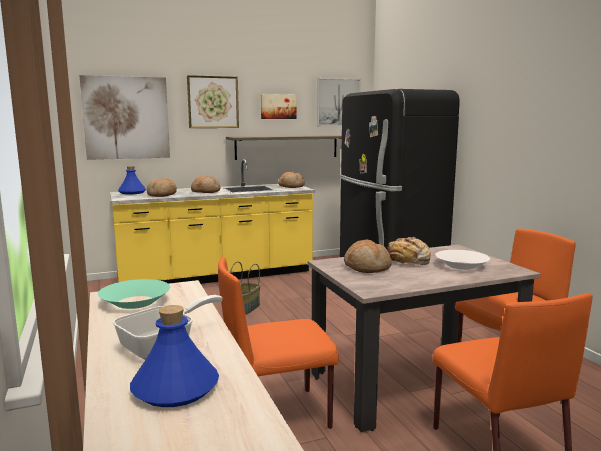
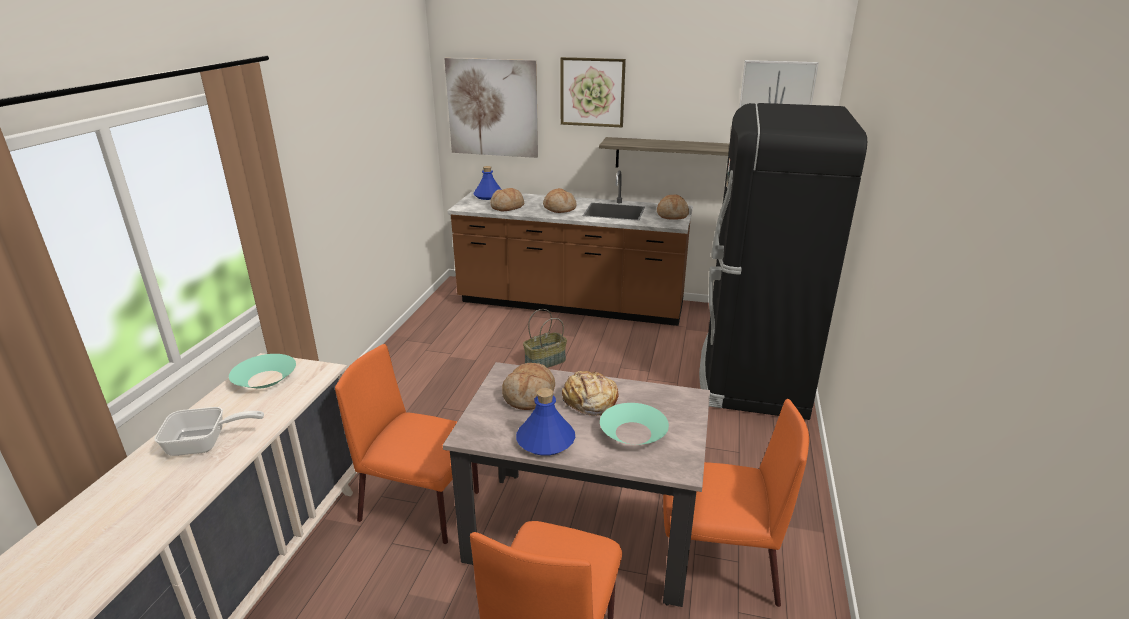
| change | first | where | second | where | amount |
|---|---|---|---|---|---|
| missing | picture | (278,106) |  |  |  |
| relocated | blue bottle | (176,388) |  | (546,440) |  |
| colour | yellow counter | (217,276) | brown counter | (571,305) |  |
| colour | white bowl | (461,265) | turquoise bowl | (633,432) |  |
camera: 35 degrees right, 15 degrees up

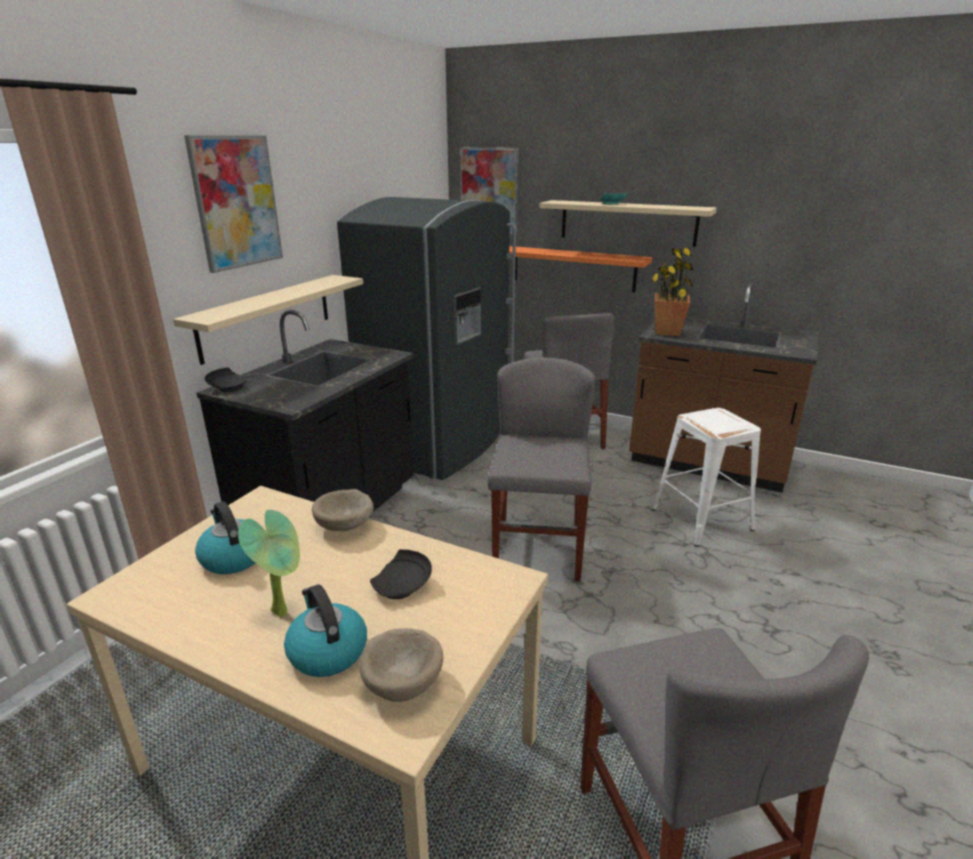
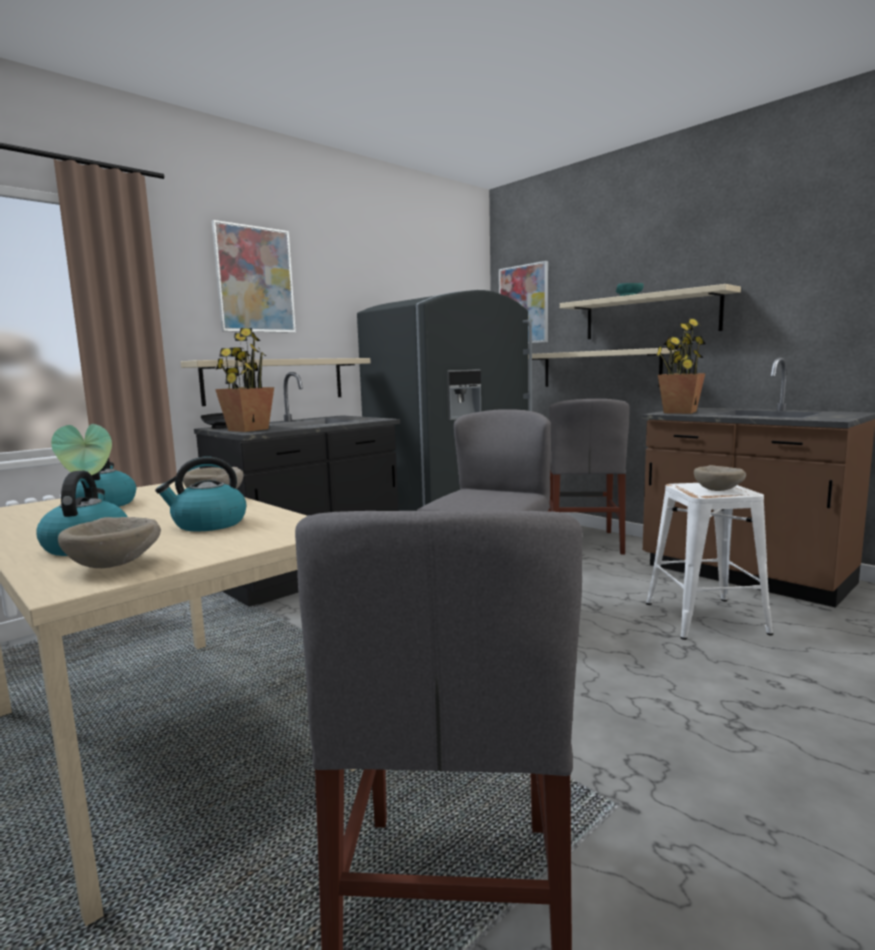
| change | first | where | second | where | amount |
|---|---|---|---|---|---|
| appeared |  |  | potted plant | (248,430) |  |
| appeared |  |  | beige bowl | (719,490) |  |
| exchanged | black plate | (403,586) | kettle | (208,524) |  |
| colour | orange shelf | (573,268) | beige shelf | (599,369) |  |
camera: 20 degrees right, 15 degrees down

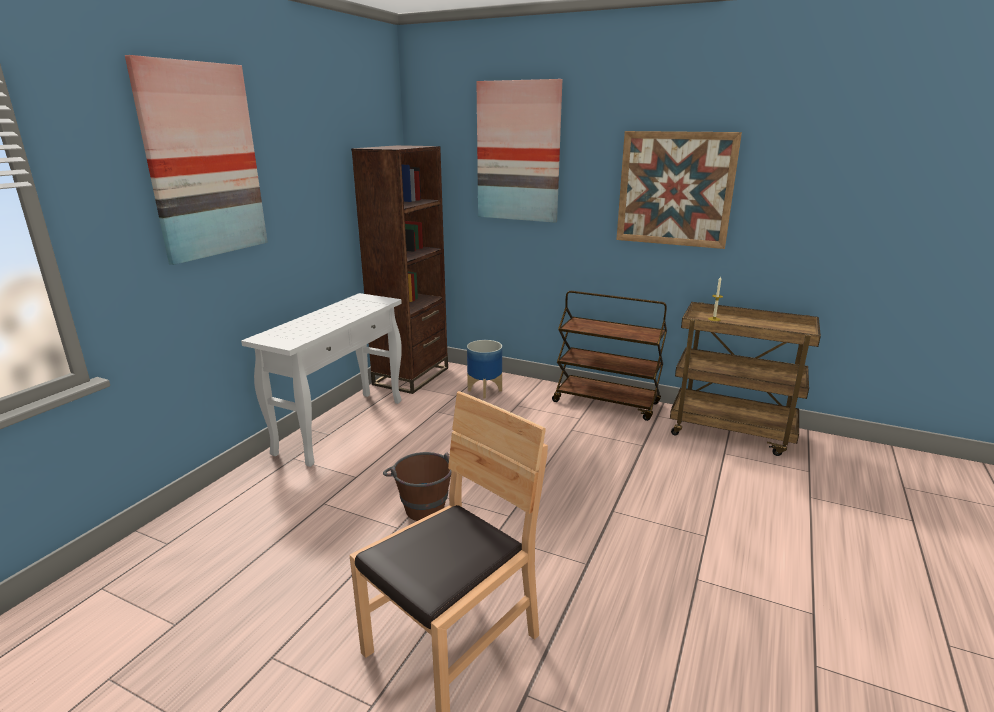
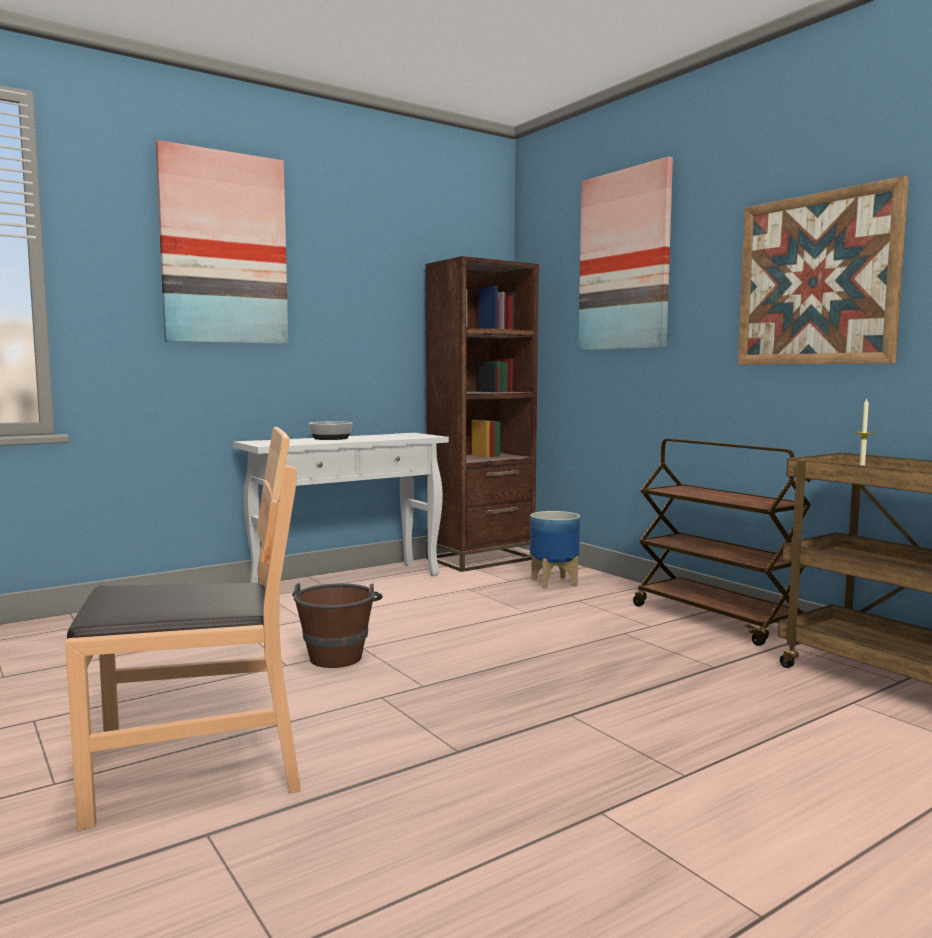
| change | first | where | second | where | amount |
|---|---|---|---|---|---|
| appeared |  |  | bowl | (331,438) |  |
camera: 30 degrees right, 15 degrees down

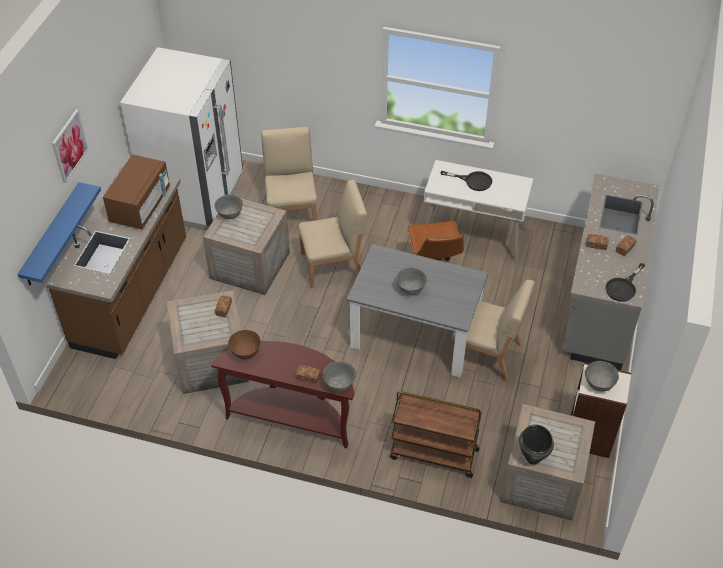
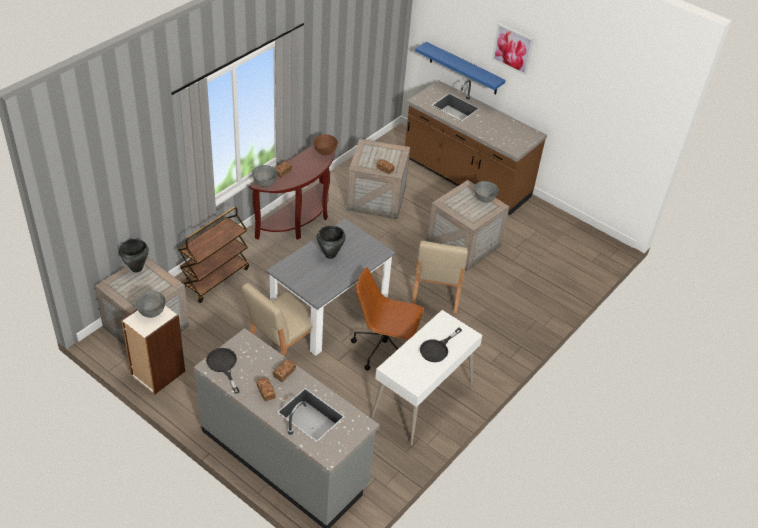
| change | first | where | second | where | amount |
|---|---|---|---|---|---|
| missing | brown microwave | (140,206) |  |  |  |
| missing | white fridge | (195,196) |  |  |  |
| missing | beige chair | (292,211) |  |  |  |
| exchanged | grey bowl | (410,289) | black cooking pot | (330,255) |  |
camera: 110 degrees right, 5 degrees down

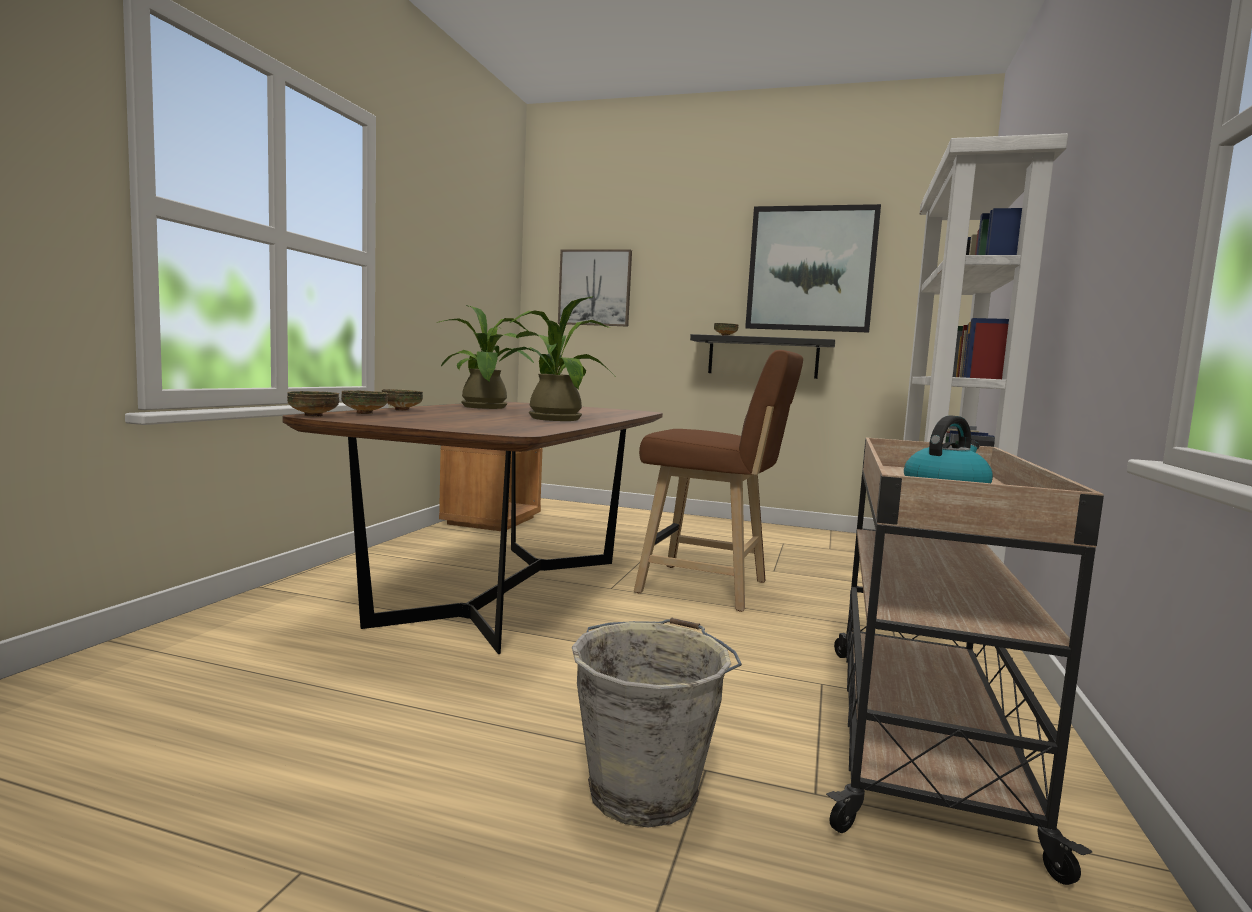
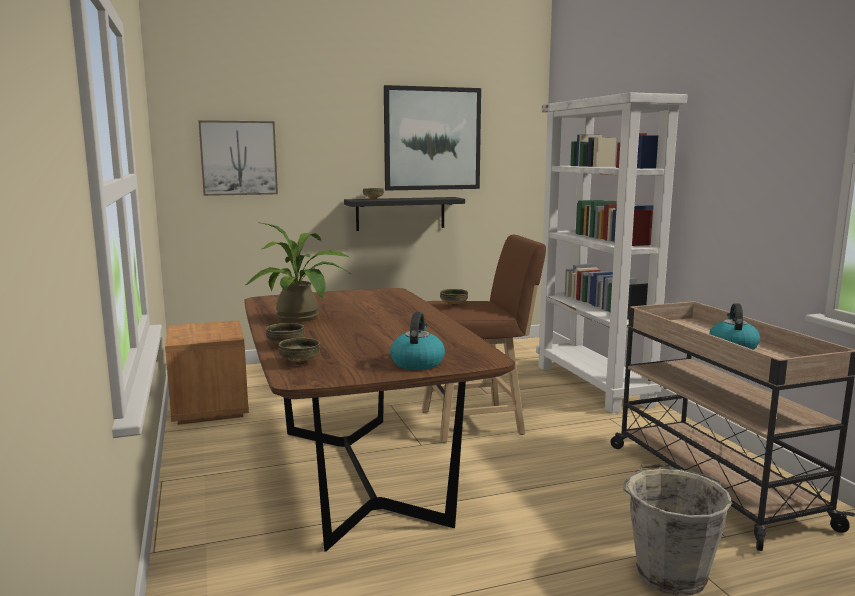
| change | first | where | second | where | amount |
|---|---|---|---|---|---|
| missing | potted plant | (552,418) |  |  |  |
| appeared |  |  | kettle | (417,363) |  |
| relocated | bowl | (314,416) |  | (454,305) |  |
camera: 35 degrees left, 5 degrees up

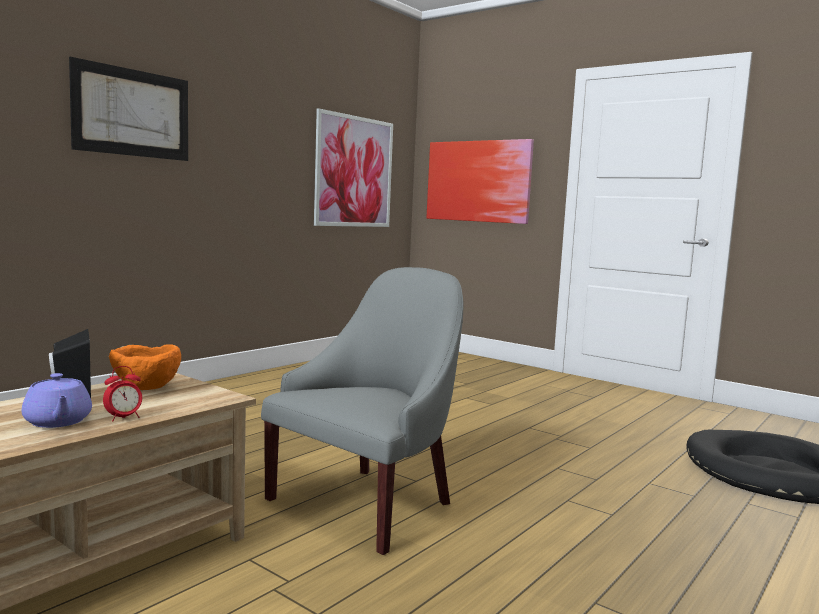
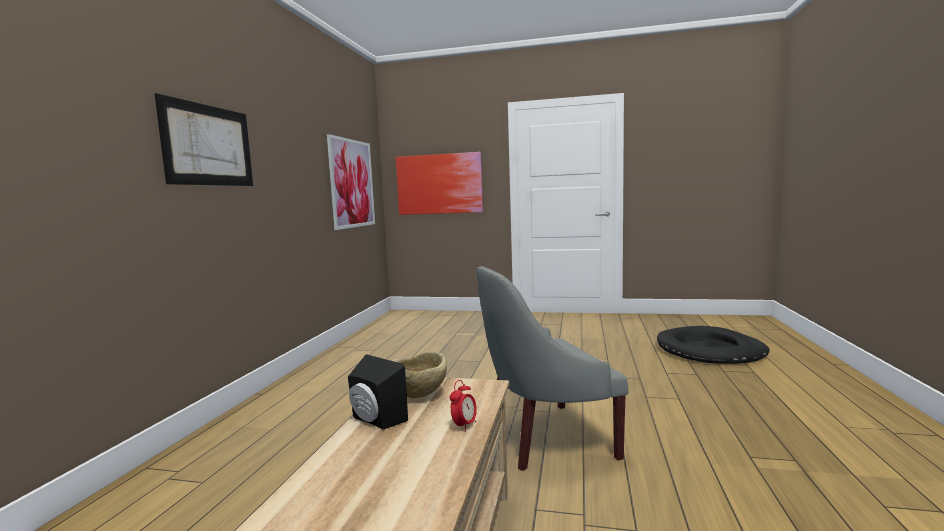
| change | first | where | second | where | amount |
|---|---|---|---|---|---|
| missing | purple teapot | (58,422) |  |  |  |
| colour | orange bowl | (146,390) | beige bowl | (419,396) |  |
| spun | grey armchair | (367,503) |  | (545,438) | 120 degrees counterclockwise |
camera: 25 degrees left, 0 degrees up

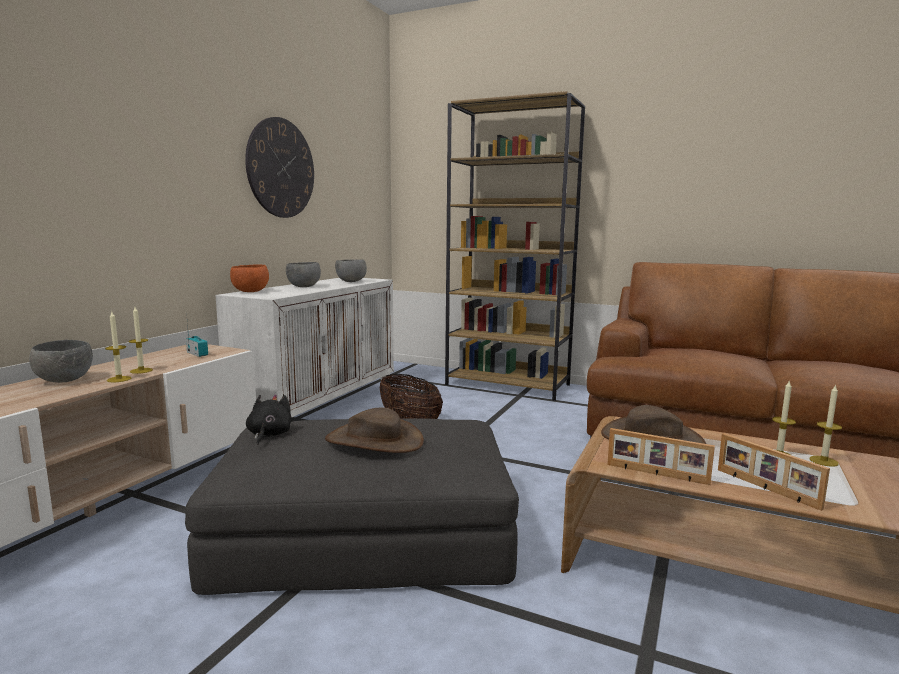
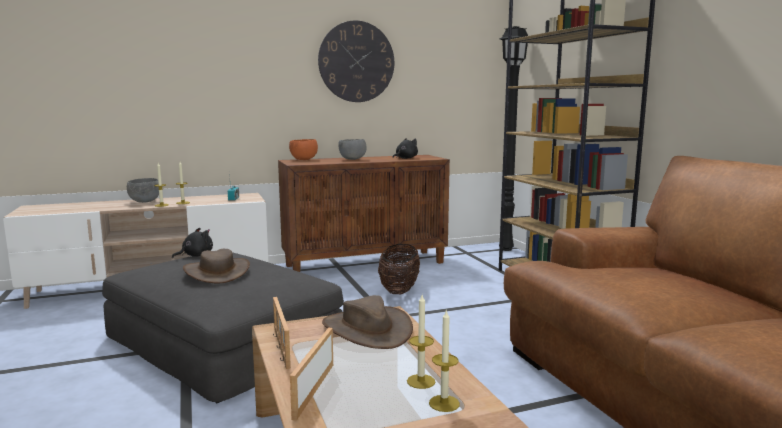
| change | first | where | second | where | amount |
|---|---|---|---|---|---|
| appeared |  |  | black floor lamp | (507,249) |  |
| exchanged | grey bowl | (350,281) | black plush toy | (405,158) |  |
| colour | white cabinet | (319,409) | brown cabinet | (366,264) |  |
camera: 45 degrees right, 0 degrees up

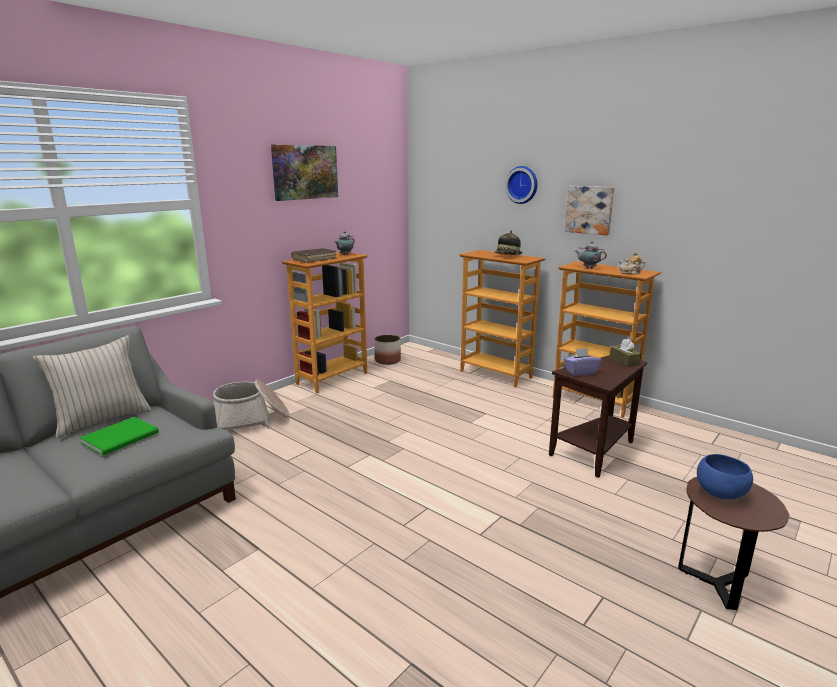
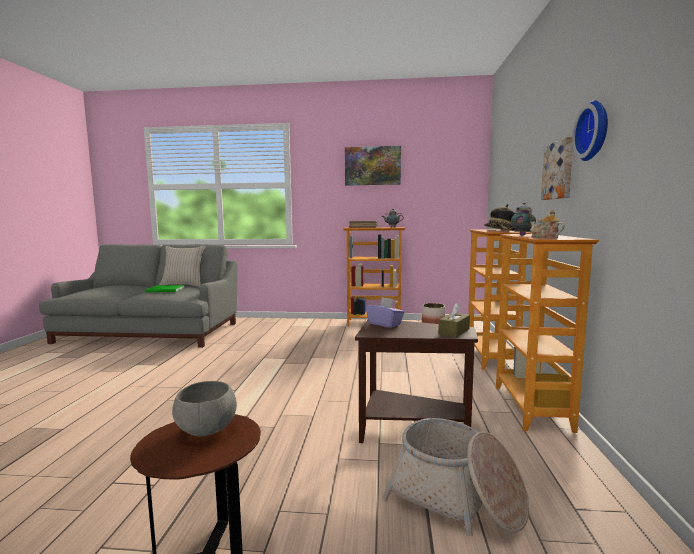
| change | first | where | second | where | amount |
|---|---|---|---|---|---|
| relocated | basket | (251,420) |  | (457,497) |  |
| relocated | wall clock | (522,185) |  | (595,131) |  |
| colour | blue bowl | (720,493) | grey bowl | (207,430) |  |
camera: 55 degrees right, 10 degrees down

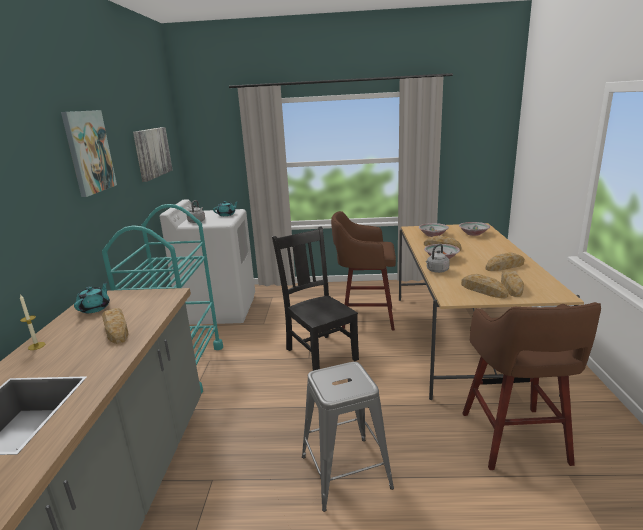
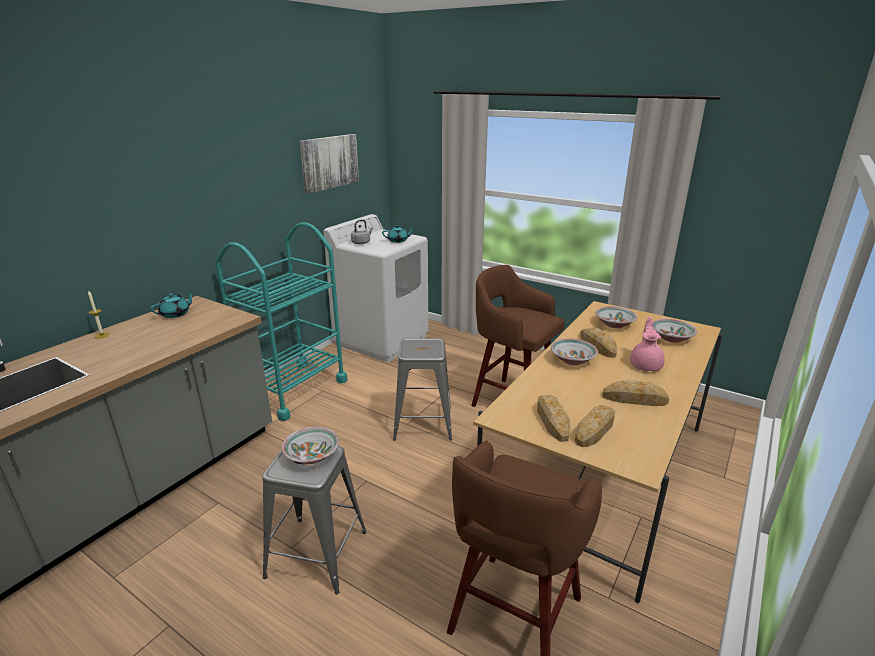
| change | first | where | second | where | amount |
|---|---|---|---|---|---|
| missing | picture | (88,152) |  |  |  |
| missing | bread | (116,330) |  |  |  |
| missing | grey kettle | (436,271) |  |  |  |
| appeared |  |  | bowl | (312,456) |  |
| appeared |  |  | pink teapot | (646,365) |  |
| exchanged | black chair | (320,353) | grey stool | (423,423) |  |
camera: 30 degrees right, 5 degrees up

